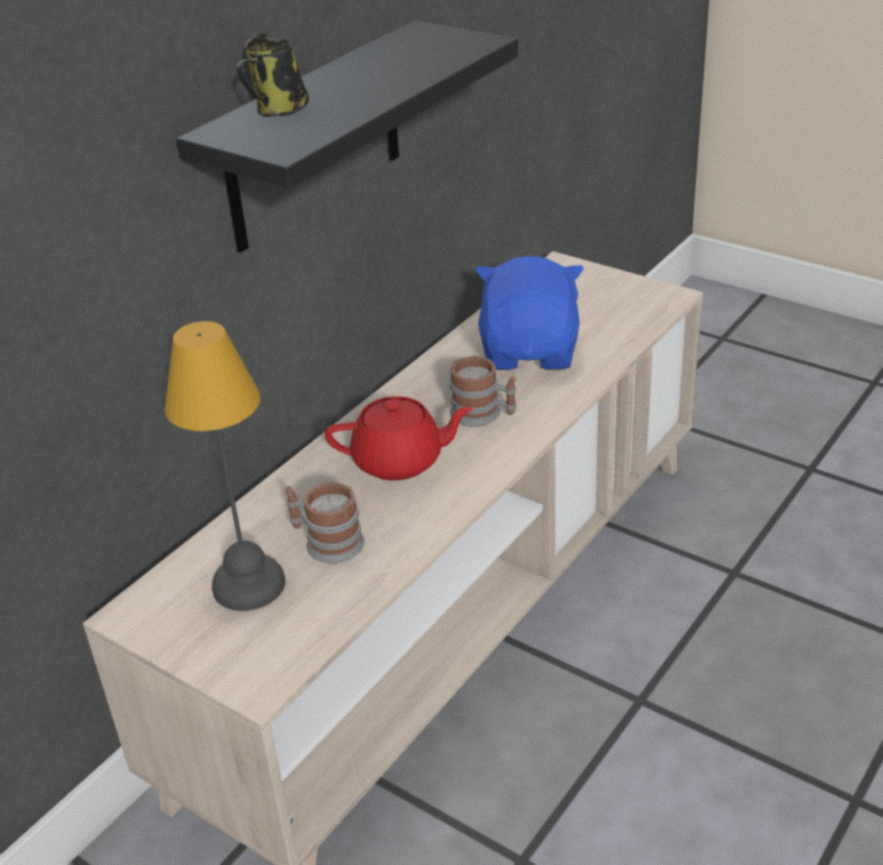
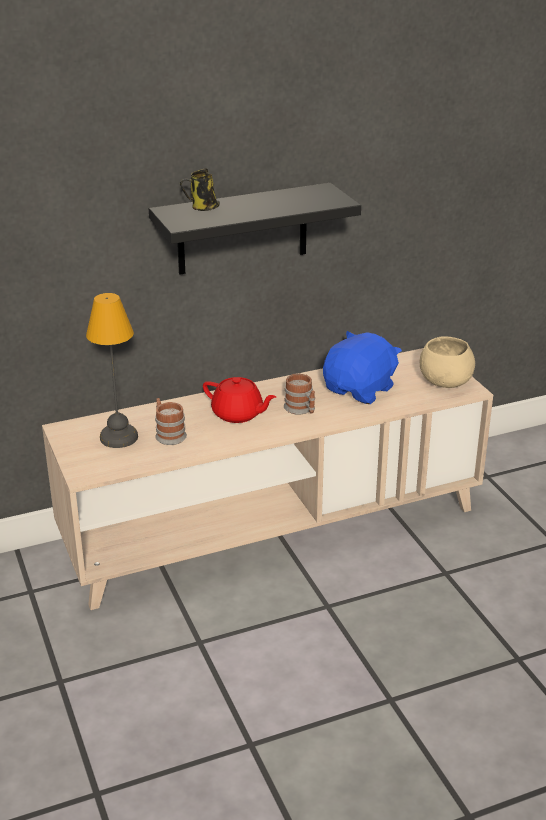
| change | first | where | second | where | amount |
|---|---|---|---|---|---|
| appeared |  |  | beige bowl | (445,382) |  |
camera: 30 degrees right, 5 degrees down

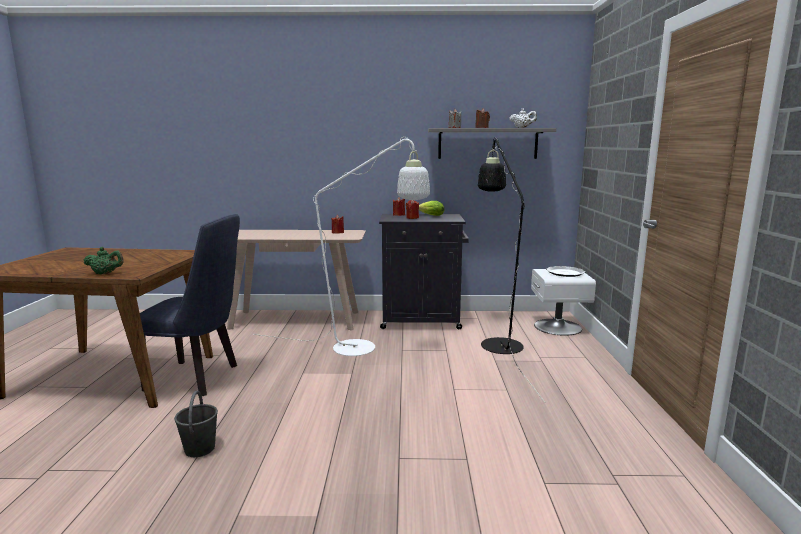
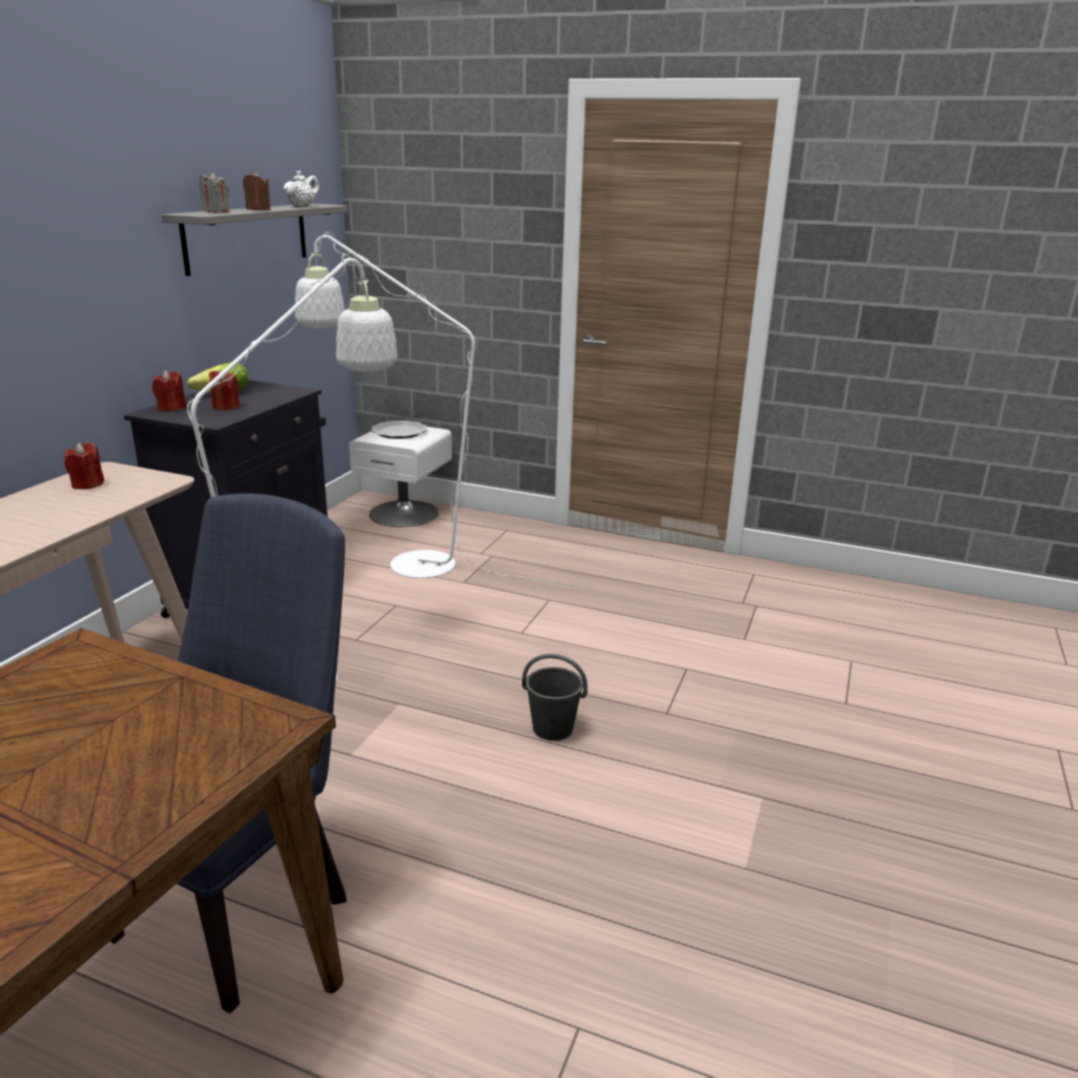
| change | first | where | second | where | amount |
|---|---|---|---|---|---|
| missing | green teapot | (105,273) |  |  |  |
| relocated | grey bucket | (200,448) |  | (552,728) |  |
| colour | black floor lamp | (498,341) | white floor lamp | (406,562) |  |
camera: 70 degrees left, 10 degrees up

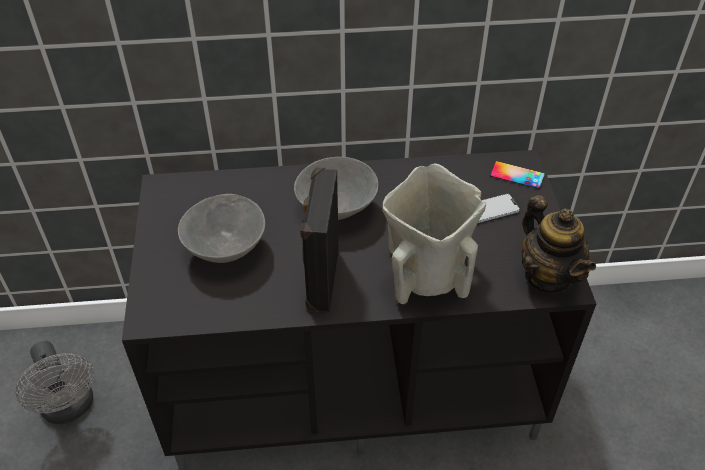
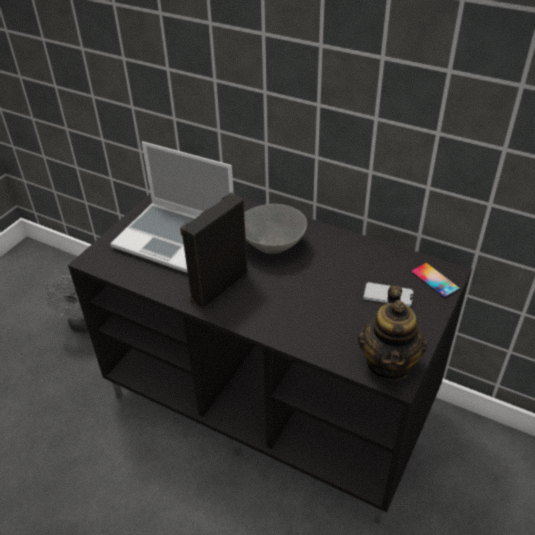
| change | first | where | second | where | amount |
|---|---|---|---|---|---|
| missing | beige vase | (425,277) |  |  |  |
| exchanged | grey bowl | (227,248) | laptop | (177,239) |  |
camera: 35 degrees right, 5 degrees down

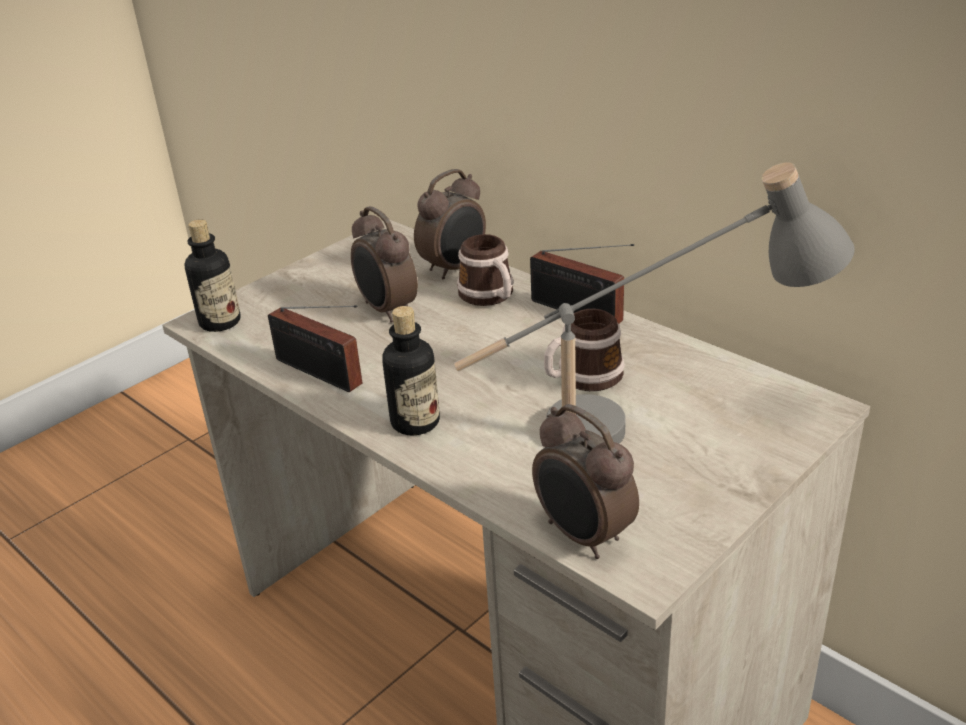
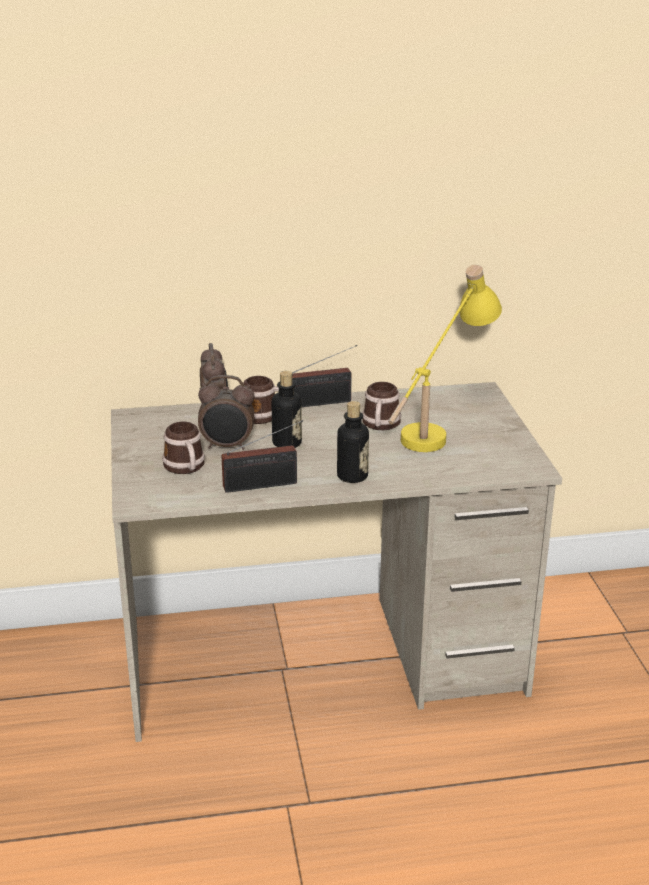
| change | first | where | second | where | amount |
|---|---|---|---|---|---|
| missing | alarm clock | (582,536) |  |  |  |
| appeared |  |  | mug | (186,468) |  |
| relocated | bottle | (220,322) |  | (287,443) |  |
| colour | grey table lamp | (644,424) | yellow table lamp | (438,427) |  |
camera: 55 degrees left, 5 degrees down

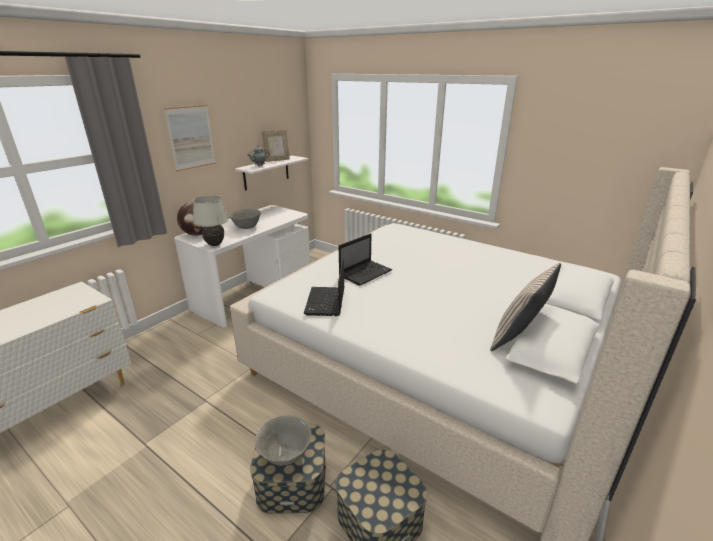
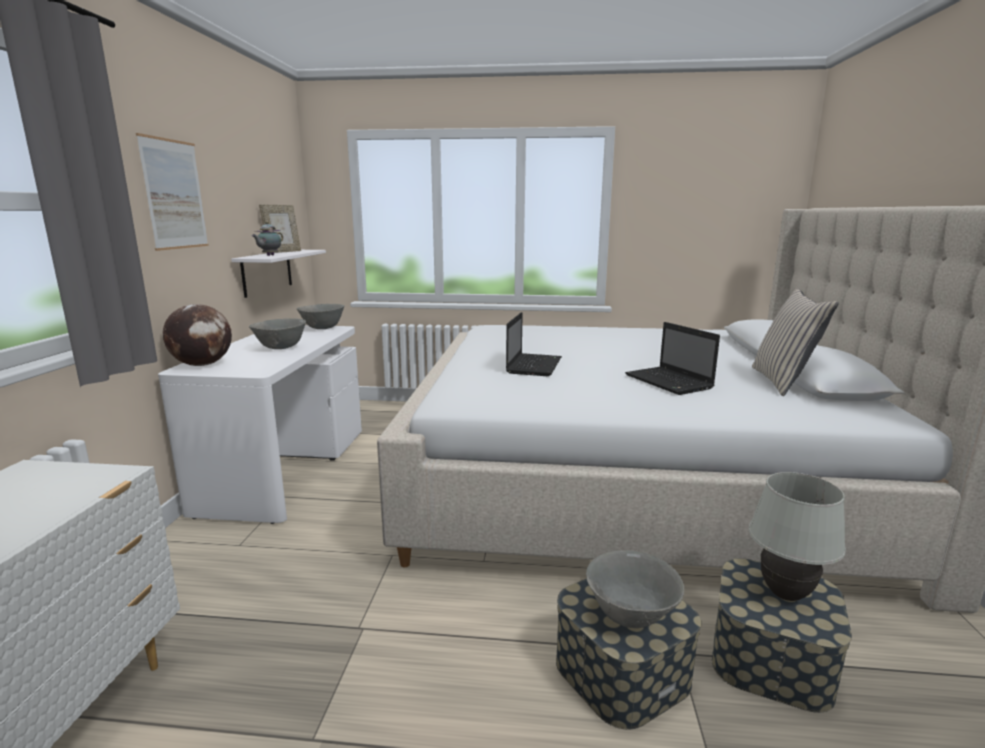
| change | first | where | second | where | amount |
|---|---|---|---|---|---|
| appeared |  |  | grey bowl | (323,328) |  |
| relocated | white table lamp | (214,244) |  | (785,594) |  |
| relocated | laptop | (325,302) |  | (670,382) |  |
camera: 30 degrees left, 10 degrees down

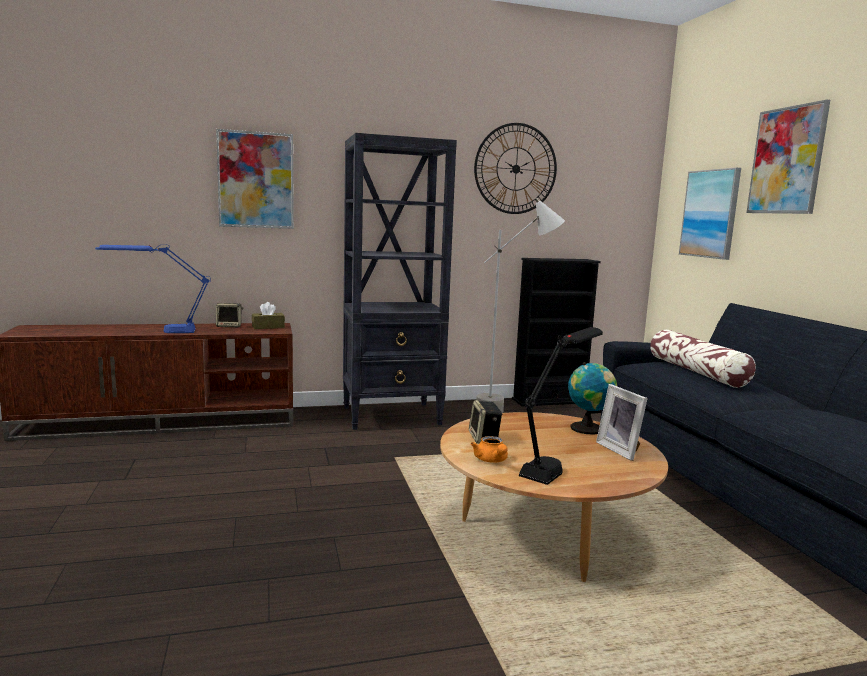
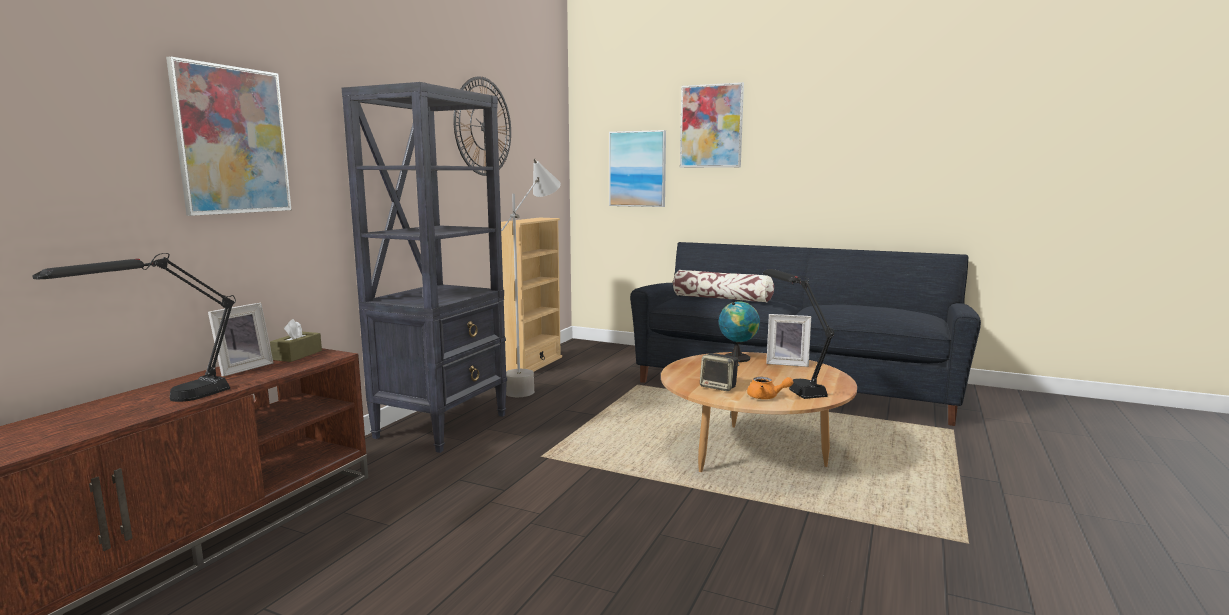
| change | first | where | second | where | amount |
|---|---|---|---|---|---|
| exchanged | speaker | (229,326) | picture frame | (242,368) |  |
| colour | blue table lamp | (158,331) | black table lamp | (164,404) |  |
| colour | black bookcase | (549,401) | beige bookcase | (533,365) |  |
camera: 50 degrees left, 0 degrees up

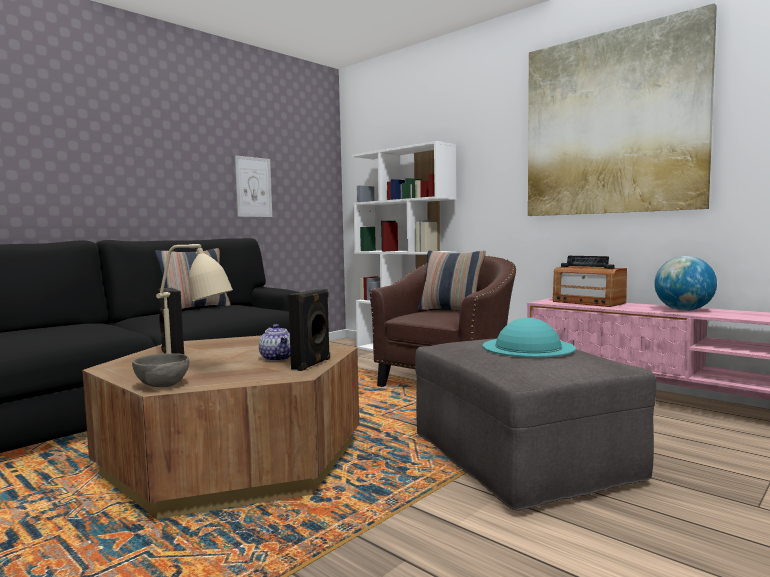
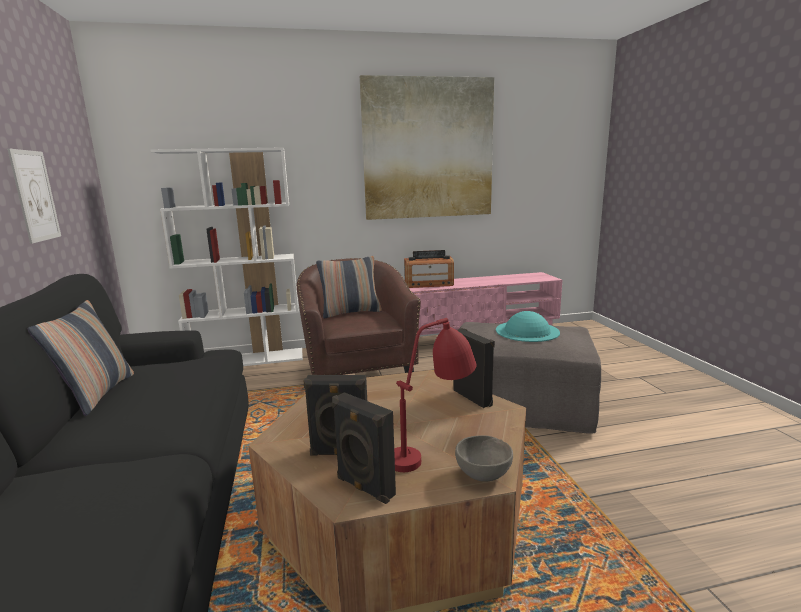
| change | first | where | second | where | amount |
|---|---|---|---|---|---|
| missing | teapot | (278,358) |  |  |  |
| missing | globe | (683,310) |  |  |  |
| appeared |  |  | black speaker | (364,487) |  |
| colour | beige table lamp | (196,370) | red table lamp | (434,449) |  |
camera: 55 degrees left, 10 degrees up

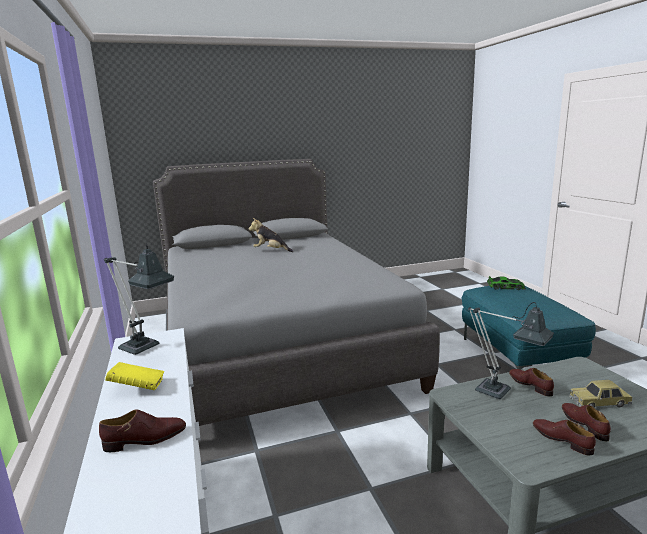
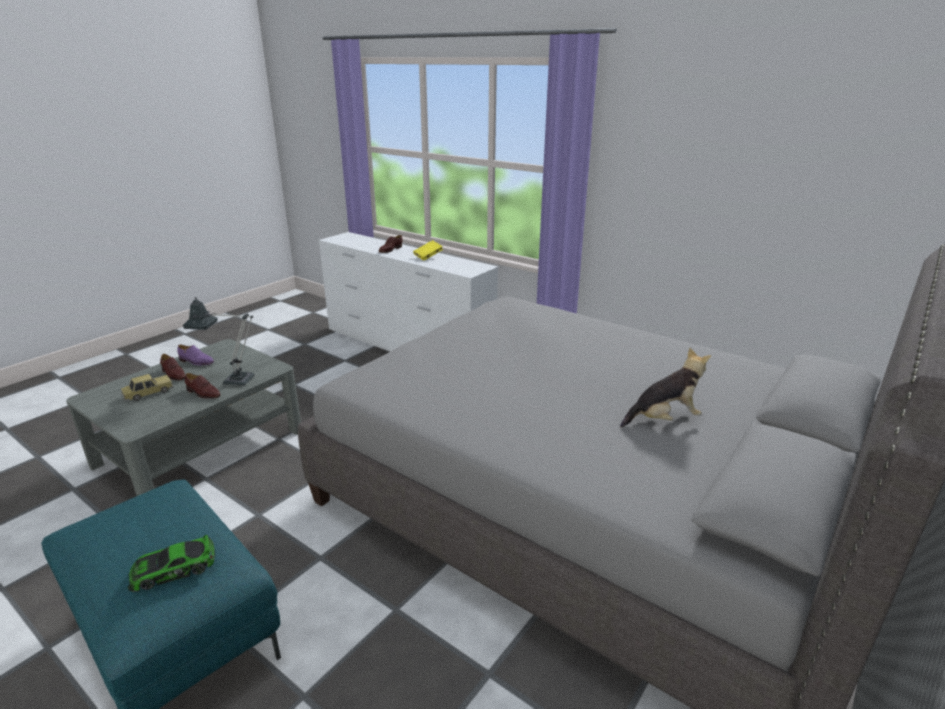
| change | first | where | second | where | amount |
|---|---|---|---|---|---|
| missing | table lamp | (144,349) |  |  |  |
| colour | brown shoe | (561,439) | purple shoe | (196,362) |  |
camera: 145 degrees right, 10 degrees up

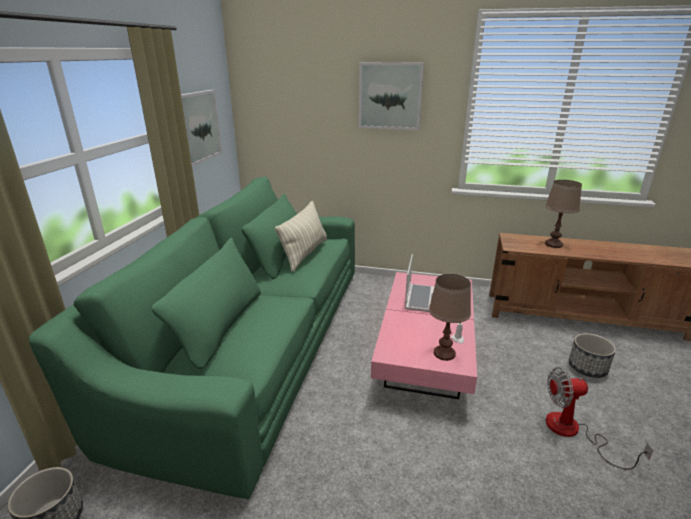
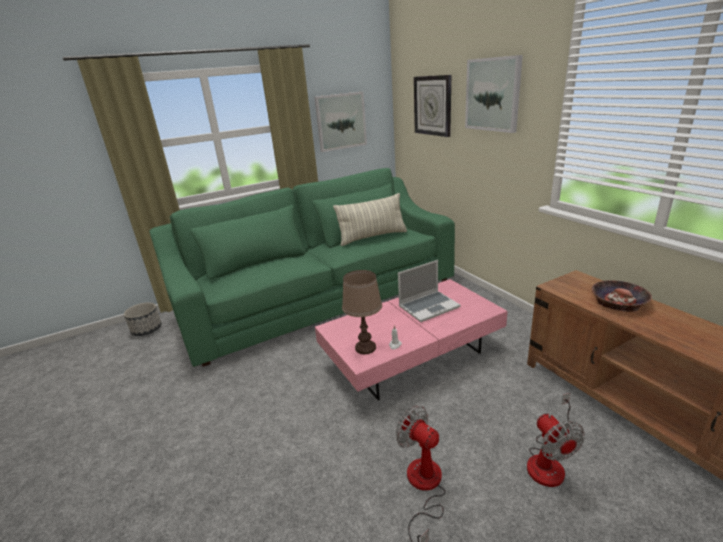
| change | first | where | second | where | amount |
|---|---|---|---|---|---|
| appeared |  |  | wall clock | (433,105) |  |
| exchanged | brown table lamp | (553,244) | bowl | (618,302) |  |
| exchanged | planter | (587,367) | fan | (549,461) |  |
camera: 50 degrees right, 0 degrees up

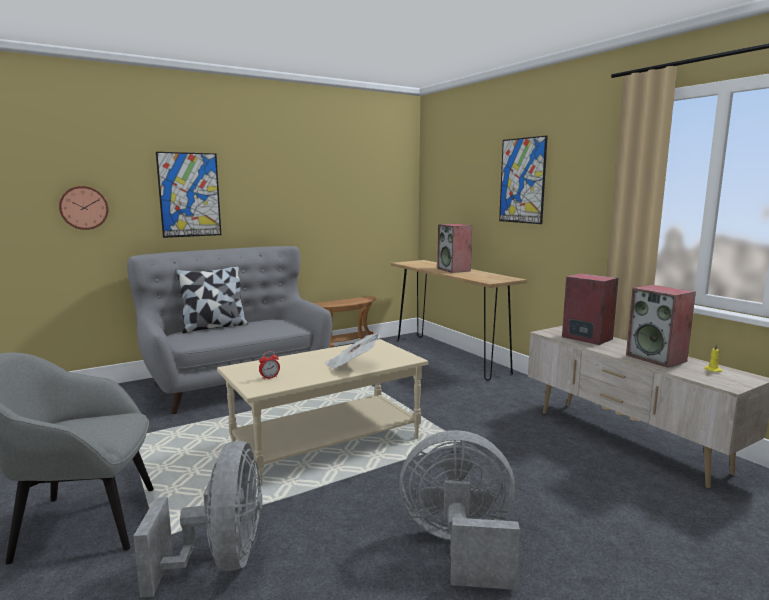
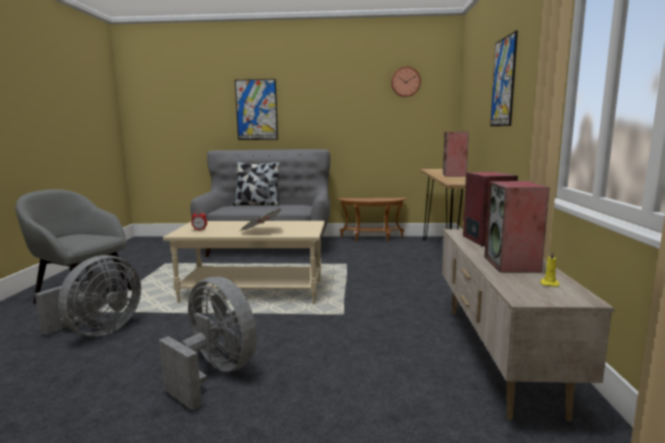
| change | first | where | second | where | amount |
|---|---|---|---|---|---|
| relocated | wall clock | (83,207) |  | (405,82) |  |
camera: 35 degrees right, 0 degrees up

